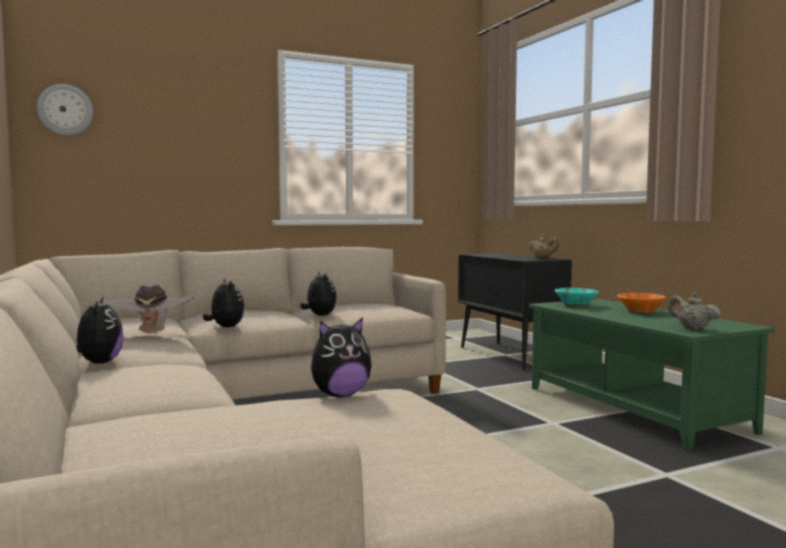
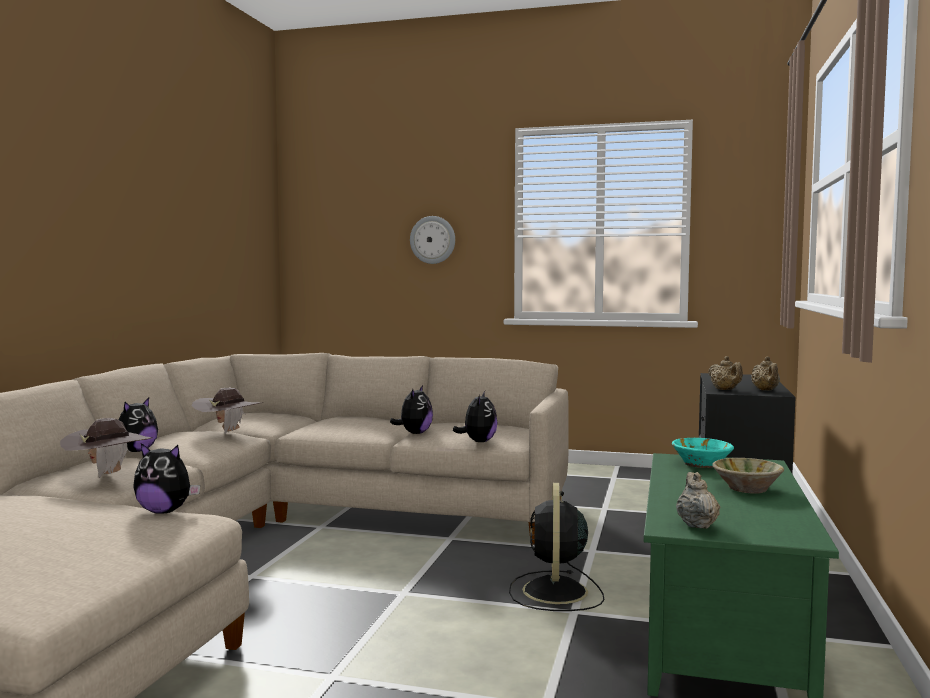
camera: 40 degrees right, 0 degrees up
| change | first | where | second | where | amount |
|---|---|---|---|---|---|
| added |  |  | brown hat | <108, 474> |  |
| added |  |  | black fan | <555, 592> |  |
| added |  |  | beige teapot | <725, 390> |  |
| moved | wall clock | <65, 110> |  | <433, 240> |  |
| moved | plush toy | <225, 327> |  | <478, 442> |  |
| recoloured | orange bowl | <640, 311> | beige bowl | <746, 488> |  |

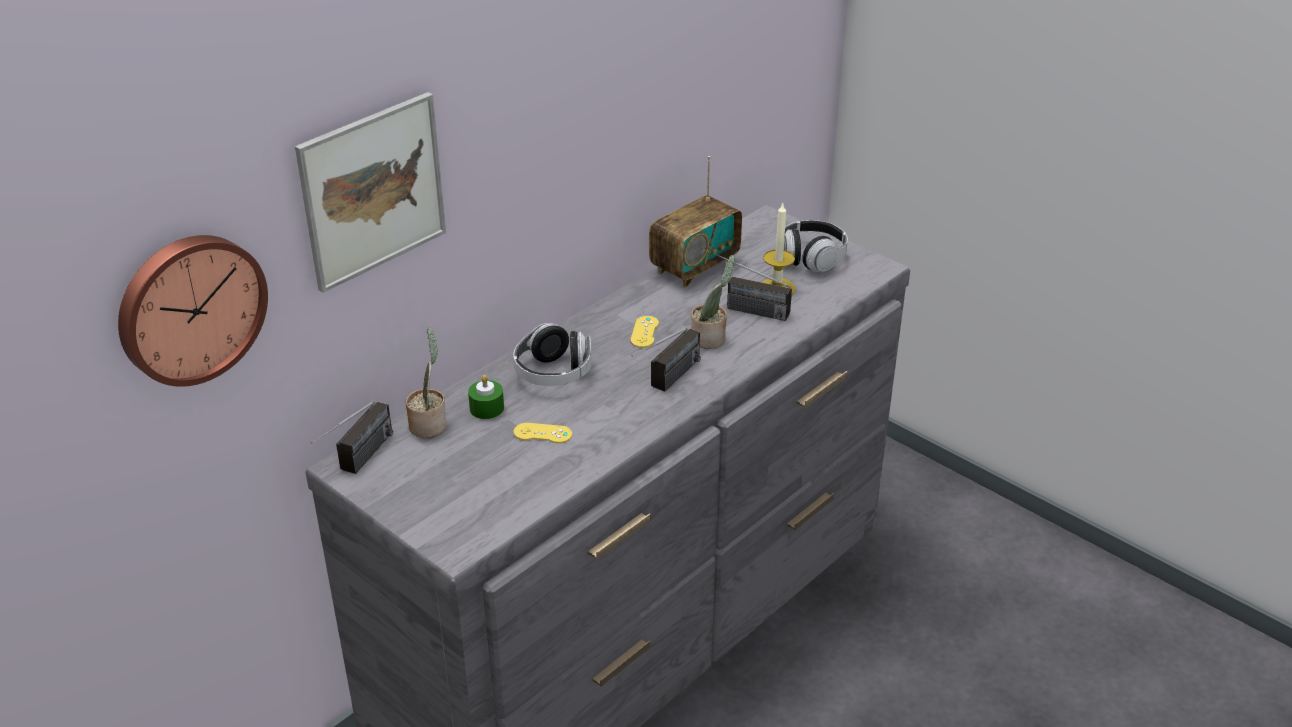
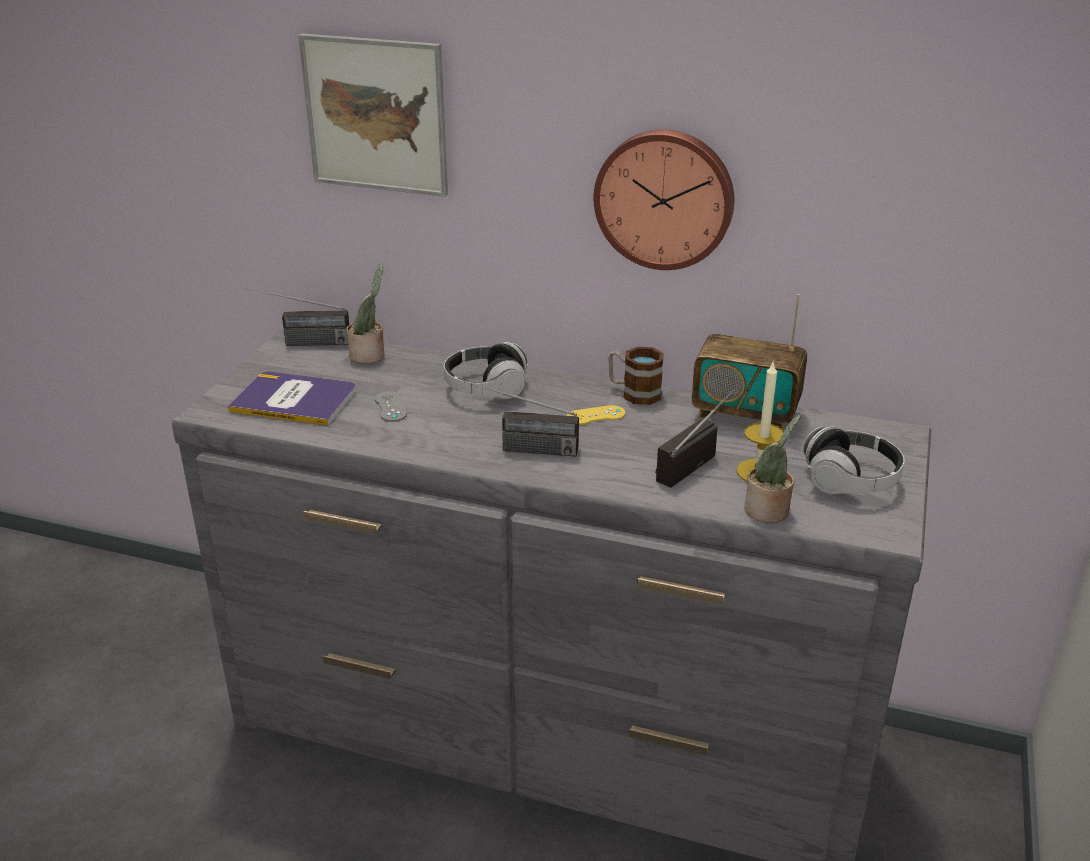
camera: 65 degrees right, 5 degrees down
| change | first | where | second | where | amount |
|---|---|---|---|---|---|
| removed | green candle | <487, 408> |  |  |  |
| added |  |  | book | <295, 400> |  |
| added |  |  | mug | <634, 393> |  |
| moved | wall clock | <190, 307> |  | <665, 198> |  |
| moved | potted plant | <711, 339> |  | <768, 512> |  |
| recoloured | yellow game controller | <542, 433> | grey game controller | <390, 407> |  |
| turned | radio | <741, 308> |  | <695, 459> | 45 degrees clockwise |

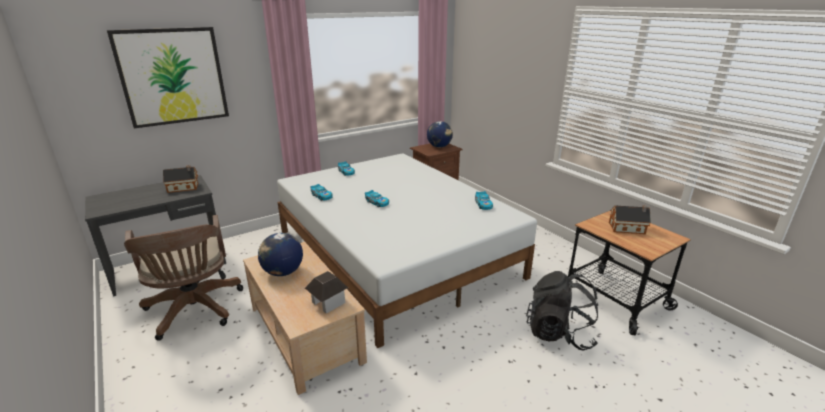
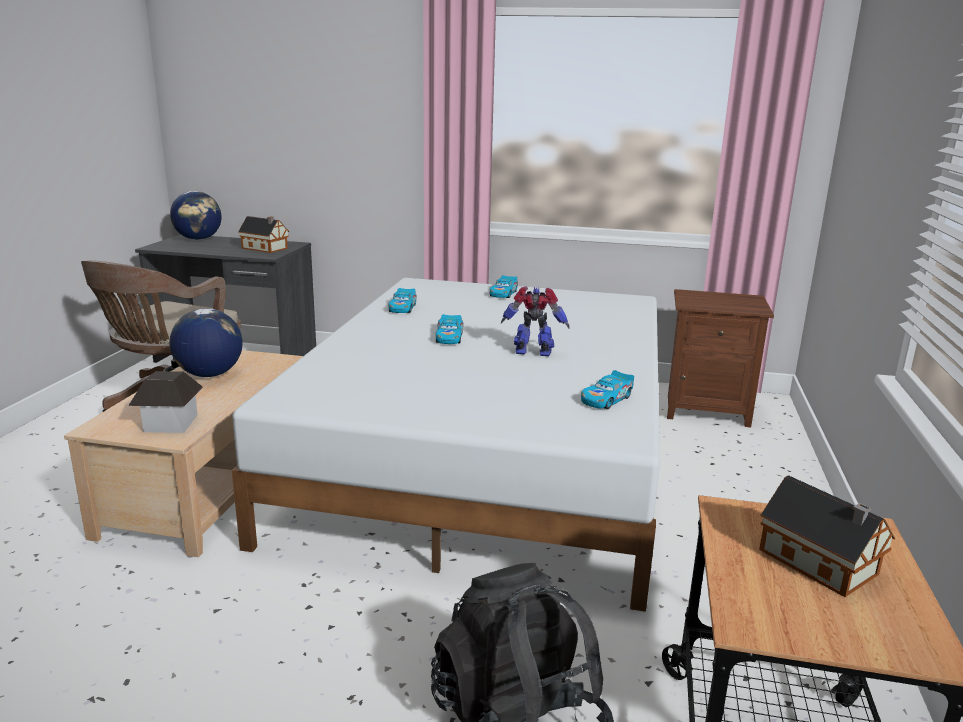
camera: 45 degrees right, 5 degrees down
| change | first | where | second | where | amount |
|---|---|---|---|---|---|
| removed | picture | <173, 76> |  |  |  |
| added |  |  | toy robot | <533, 353> |  |
| moved | globe | <439, 146> |  | <198, 239> |  |

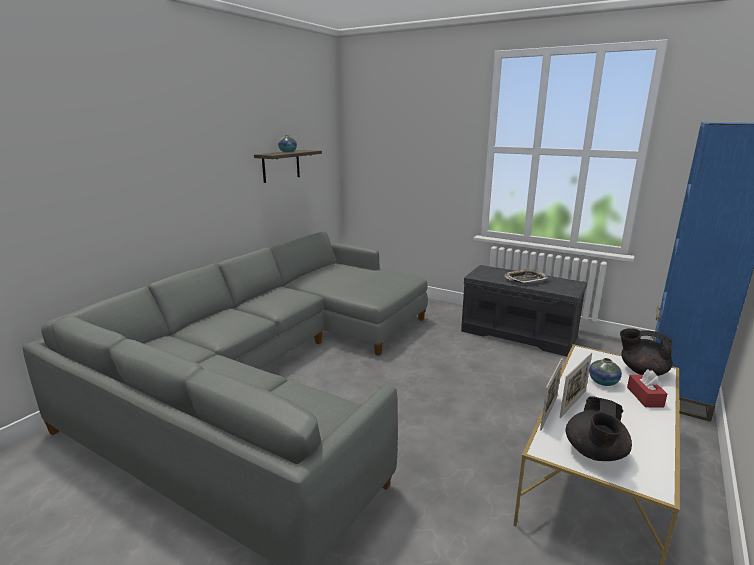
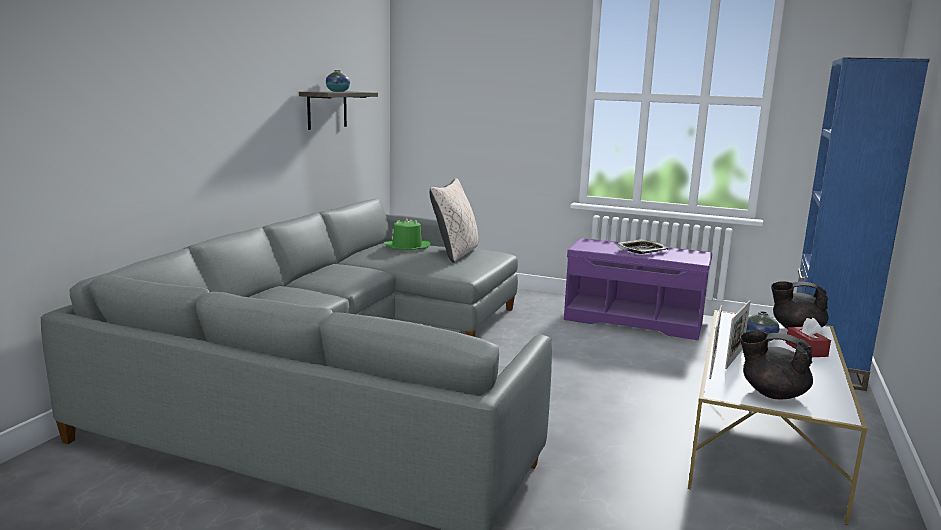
camera: 10 degrees left, 5 degrees down
| change | first | where | second | where | amount |
|---|---|---|---|---|---|
| added |  |  | green hat | <407, 246> |  |
| added |  |  | beige pillow | <455, 253> |  |
| recoloured | grey bench | <519, 334> | purple bench | <634, 320> |  |
| turned | black teapot | <595, 453> |  | <772, 393> | 105 degrees clockwise |

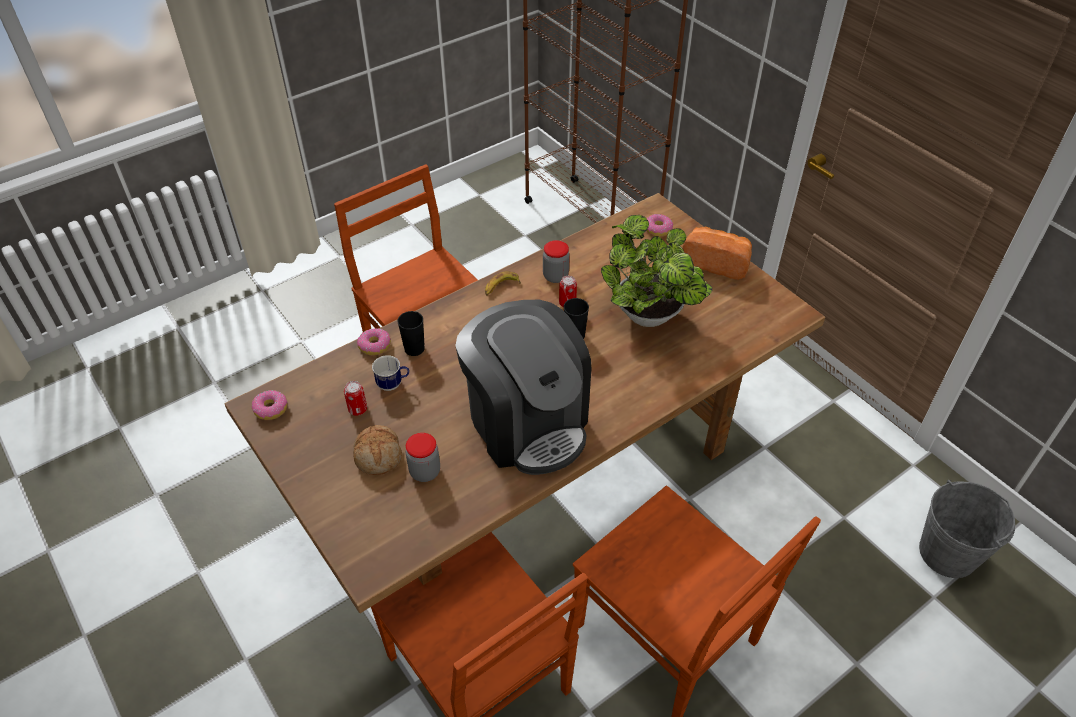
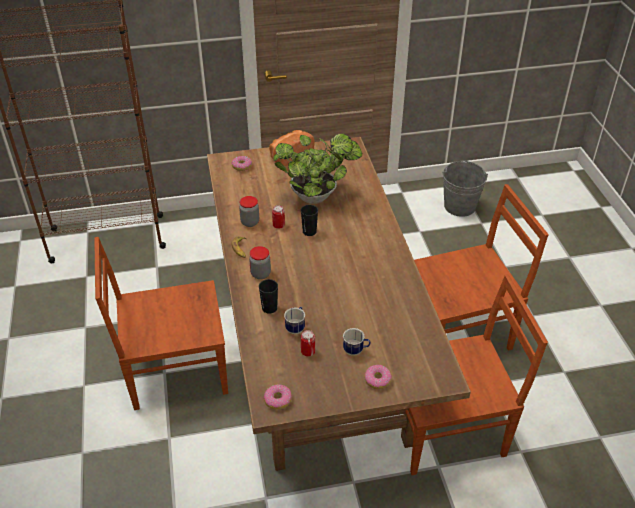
camera: 65 degrees left, 5 degrees down
| change | first | where | second | where | amount |
|---|---|---|---|---|---|
| removed | coffee machine | <527, 422> |  |  |  |
| moved | donut | <375, 346> |  | <377, 380> |  |
| moved | jar | <425, 471> |  | <260, 274> |  |
| replaced | bread | <379, 455> | mug | <356, 351> |  |

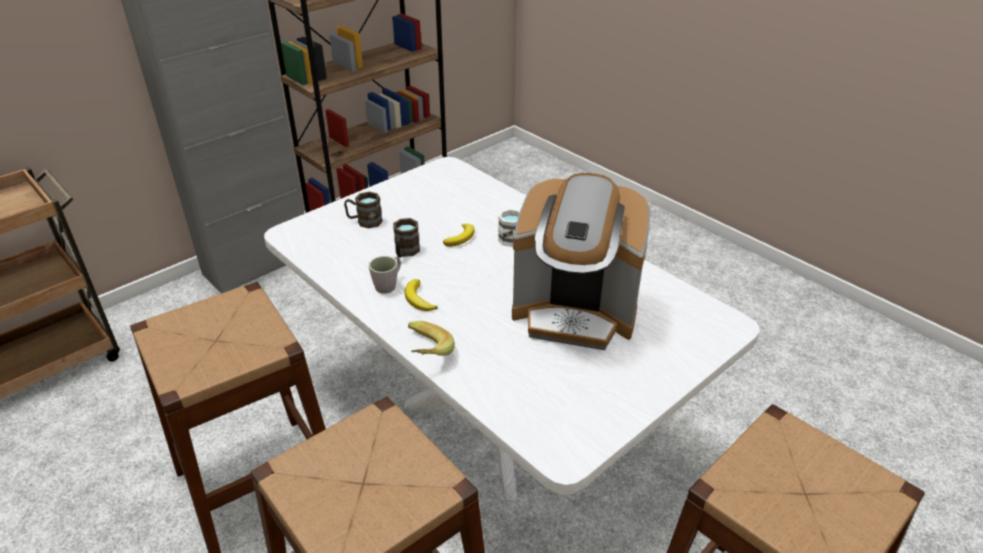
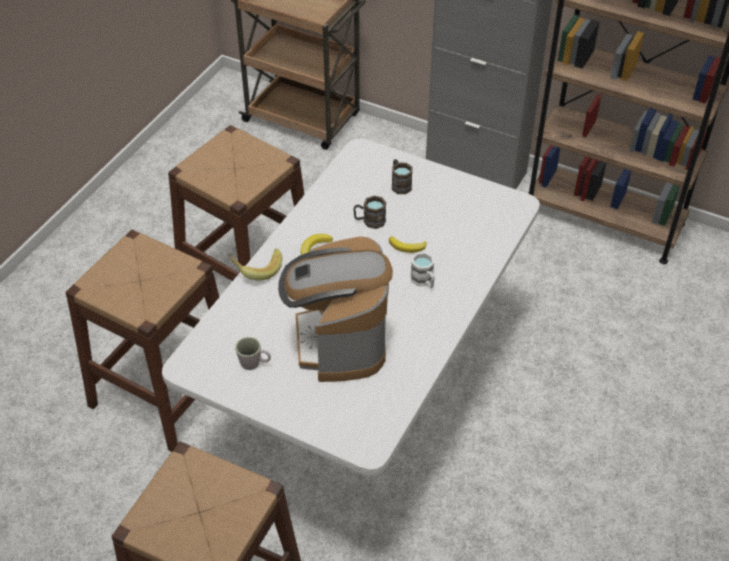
camera: 70 degrees right, 10 degrees up
| change | first | where | second | where | amount |
|---|---|---|---|---|---|
| moved | grey mug | <388, 284> |  | <254, 363> |  |

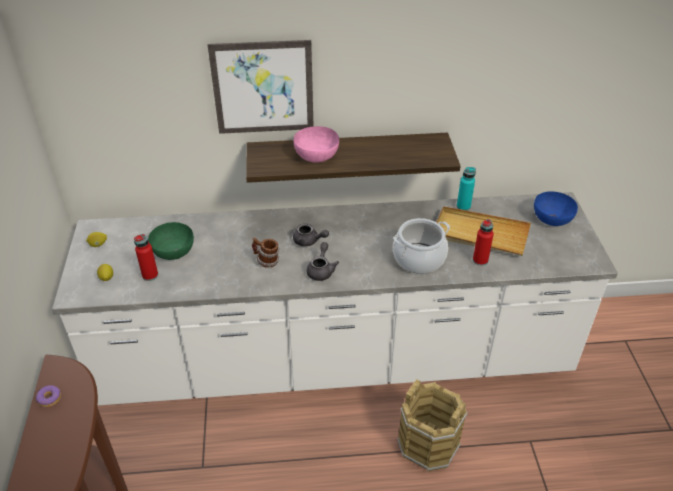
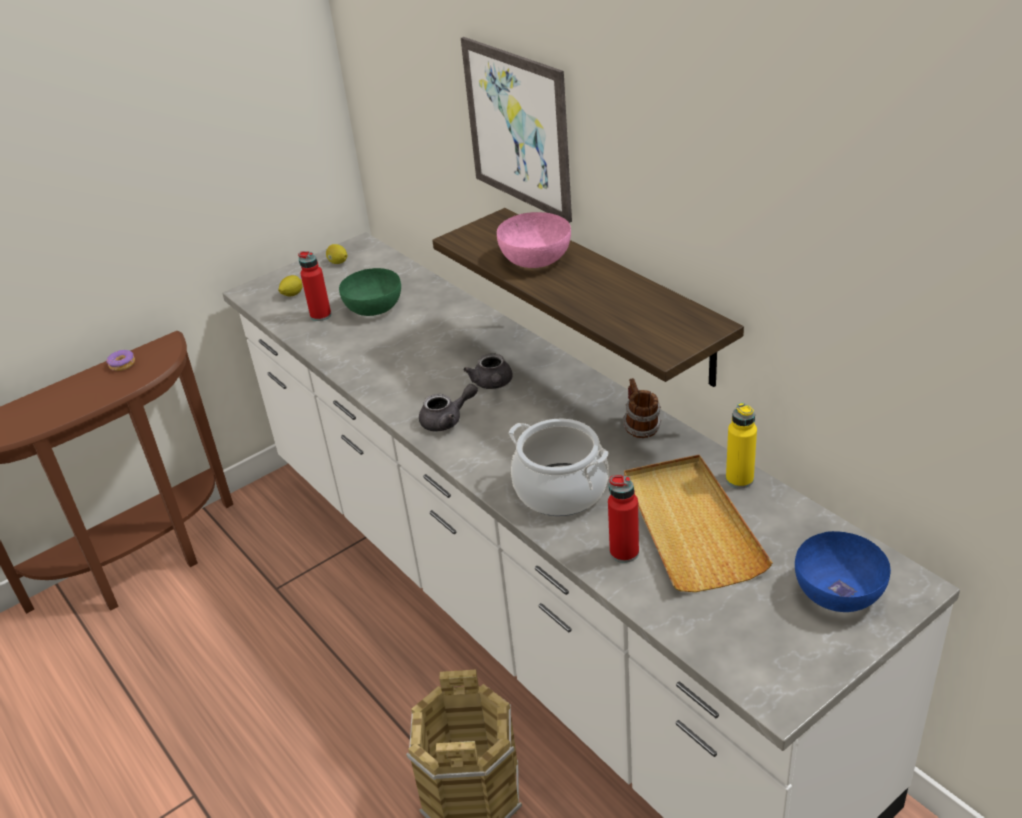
camera: 60 degrees right, 5 degrees down
| change | first | where | second | where | amount |
|---|---|---|---|---|---|
| moved | mug | <266, 261> |  | <640, 427> |  |
| recoloured | turquoise bottle | <463, 206> | yellow bottle | <739, 479> |  |

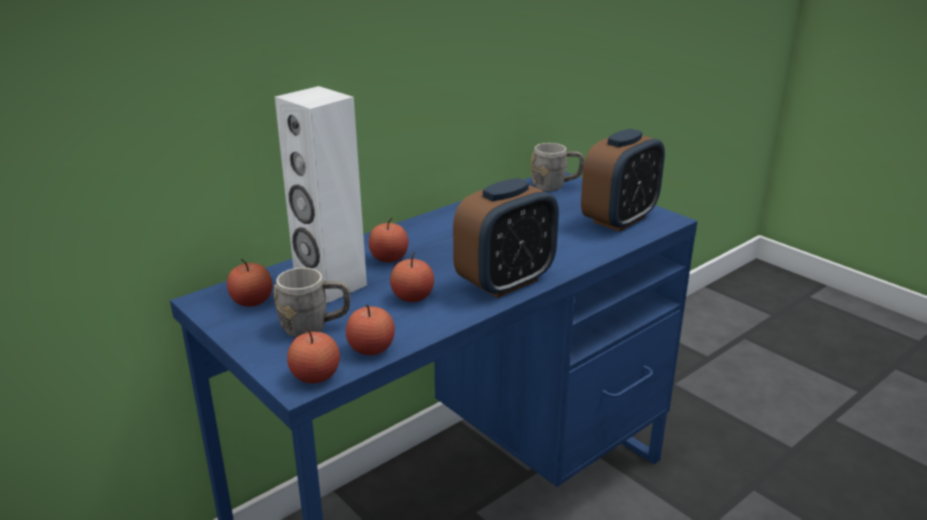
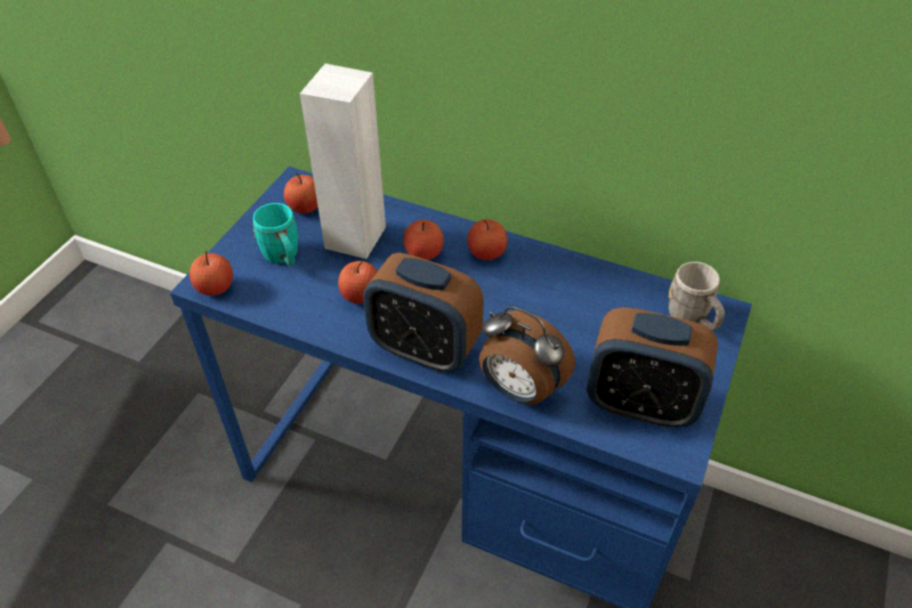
camera: 65 degrees right, 20 degrees up
| change | first | where | second | where | amount |
|---|---|---|---|---|---|
| added |  |  | alarm clock | <519, 390> |  |
| moved | apple | <371, 349> |  | <486, 253> |  |
| recoloured | grey mug | <315, 327> | turquoise mug | <283, 257> |  |

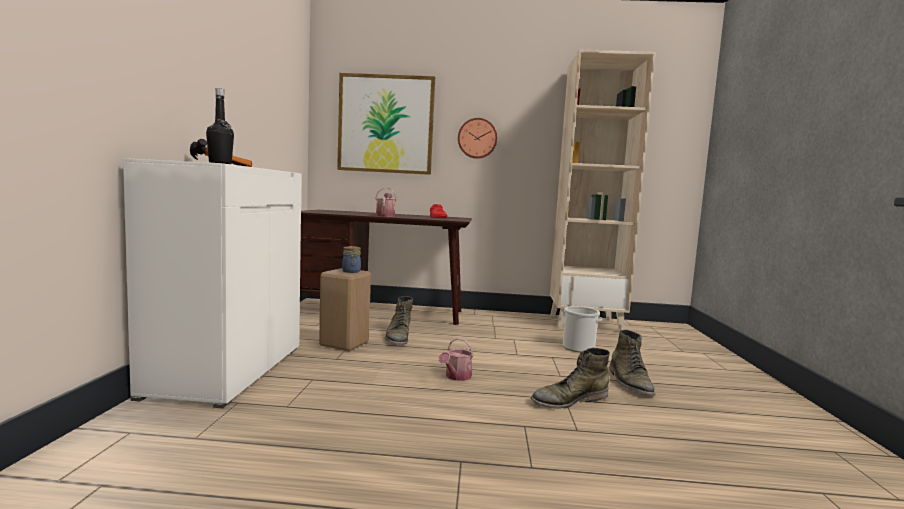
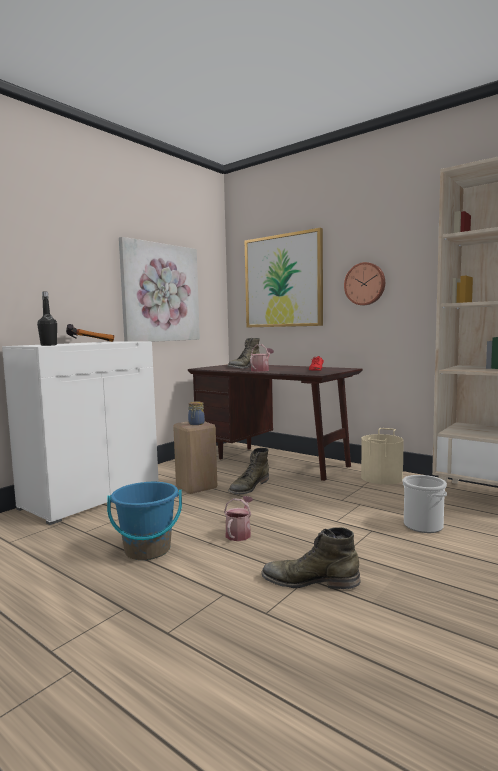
camera: 35 degrees right, 0 degrees up
| change | first | where | second | where | amount |
|---|---|---|---|---|---|
| added |  |  | blue bucket | <147, 550> |  |
| added |  |  | picture | <161, 293> |  |
| added |  |  | beige bucket | <382, 478> |  |
| moved | green boot | <630, 383> |  | <243, 367> |  |
| turned | watering can | <456, 377> |  | <239, 533> | 135 degrees clockwise |

